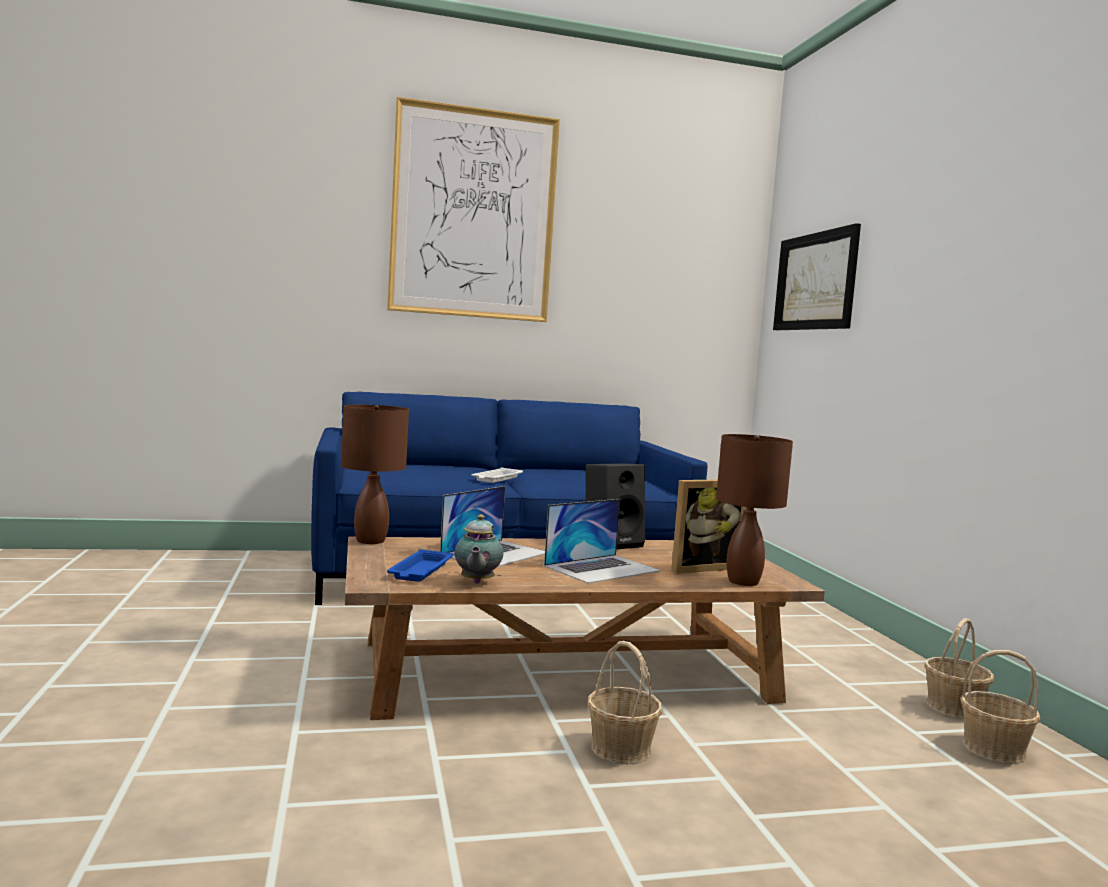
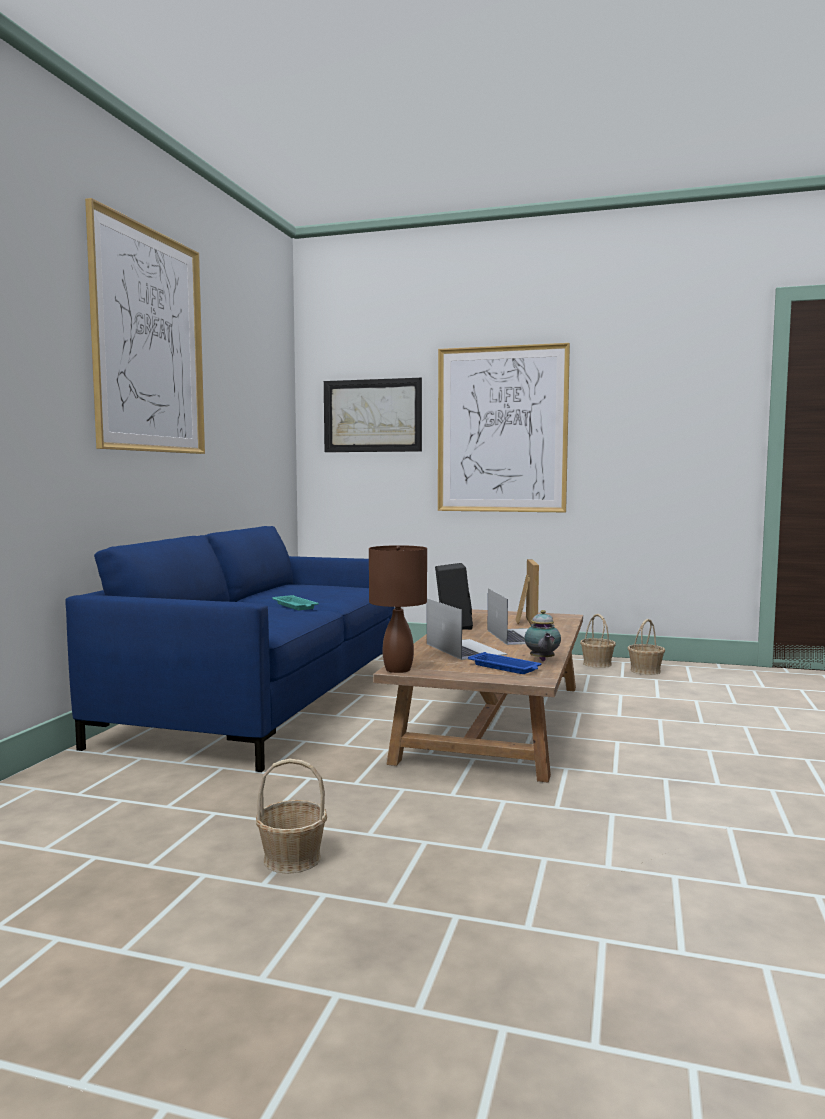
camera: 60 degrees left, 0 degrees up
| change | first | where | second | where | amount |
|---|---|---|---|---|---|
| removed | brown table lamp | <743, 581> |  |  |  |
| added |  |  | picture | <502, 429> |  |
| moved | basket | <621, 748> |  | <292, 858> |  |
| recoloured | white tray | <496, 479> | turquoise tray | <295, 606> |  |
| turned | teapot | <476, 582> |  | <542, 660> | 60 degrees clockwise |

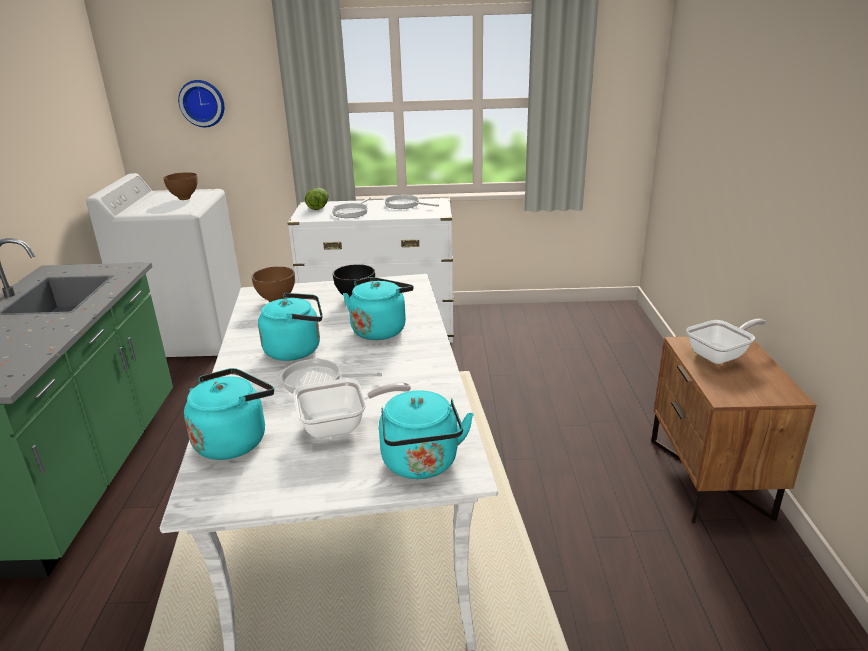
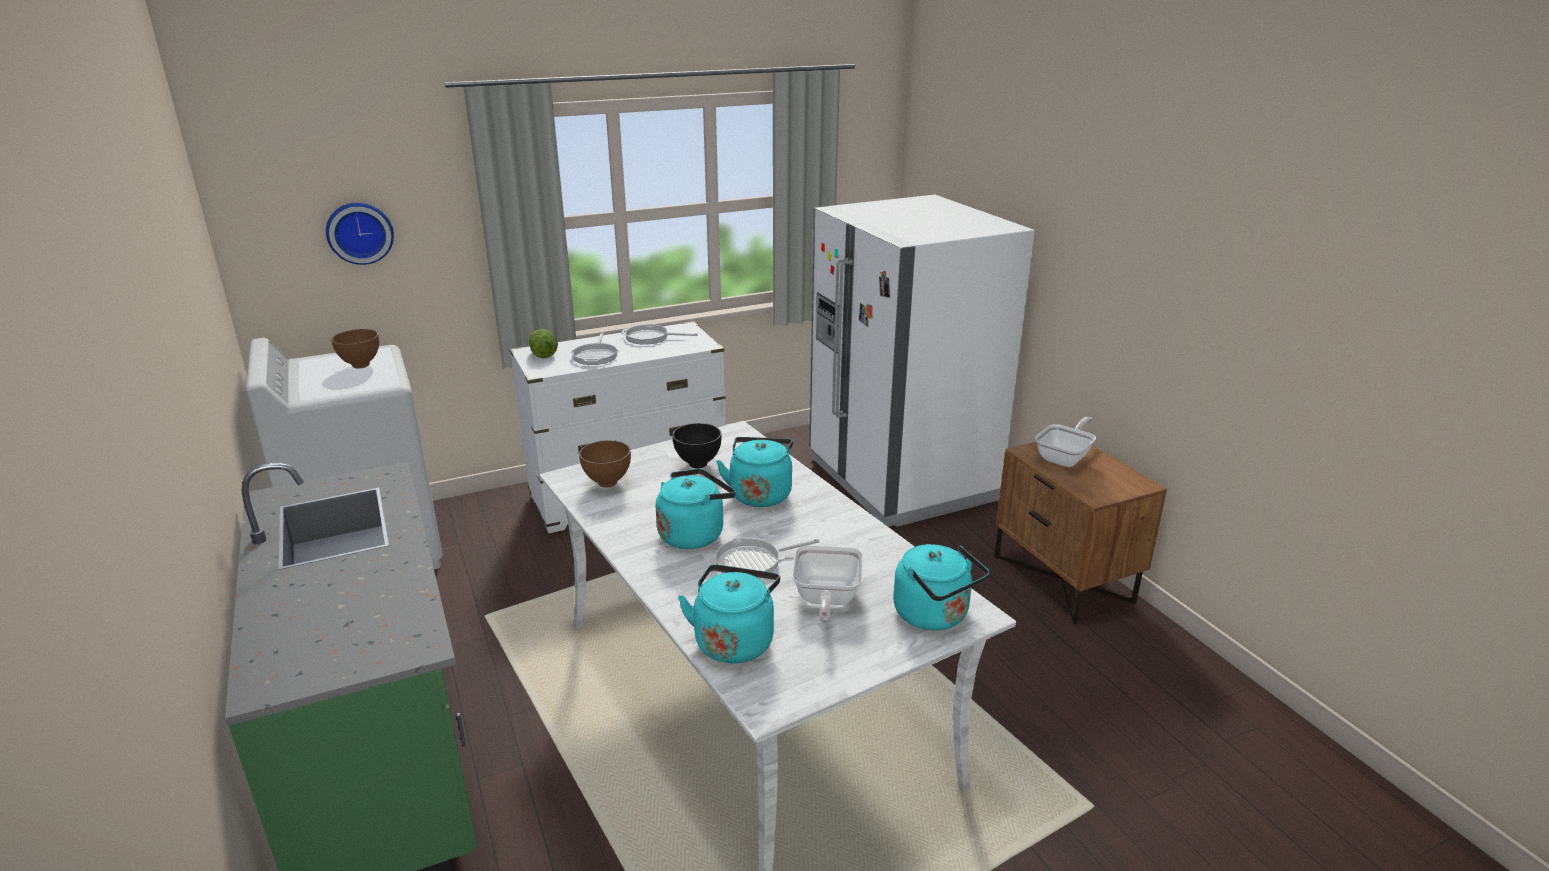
camera: 25 degrees left, 0 degrees up
| change | first | where | second | where | amount |
|---|---|---|---|---|---|
| added |  |  | white fridge | <901, 480> |  |
| turned | frying pan | <341, 425> |  | <826, 600> | 135 degrees clockwise |

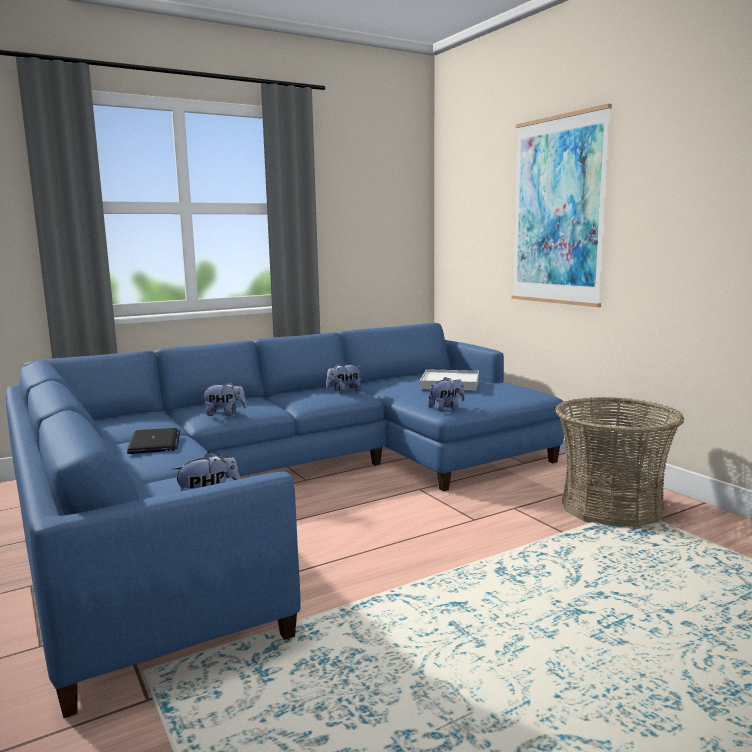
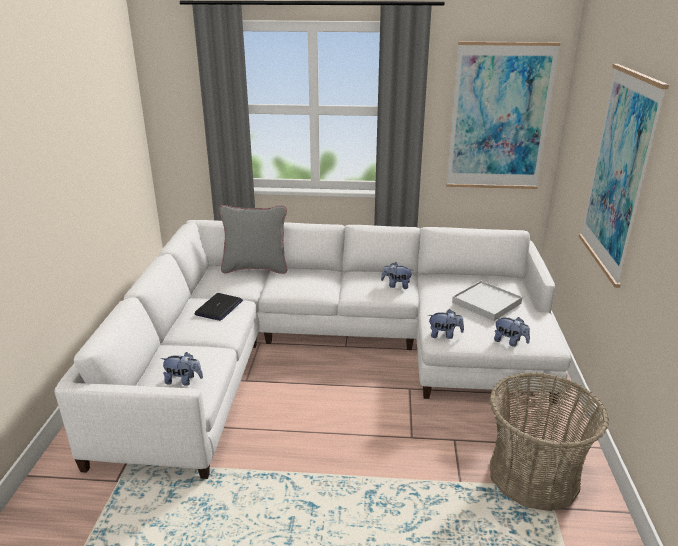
camera: 35 degrees right, 15 degrees up
| change | first | where | second | where | amount |
|---|---|---|---|---|---|
| added |  |  | grey pillow | <255, 268> |  |
| added |  |  | picture | <499, 118> |  |
| moved | plush toy | <225, 414> |  | <510, 342> |  |
| recoloured | blue sofa | <284, 487> | white sofa | <325, 349> |  |

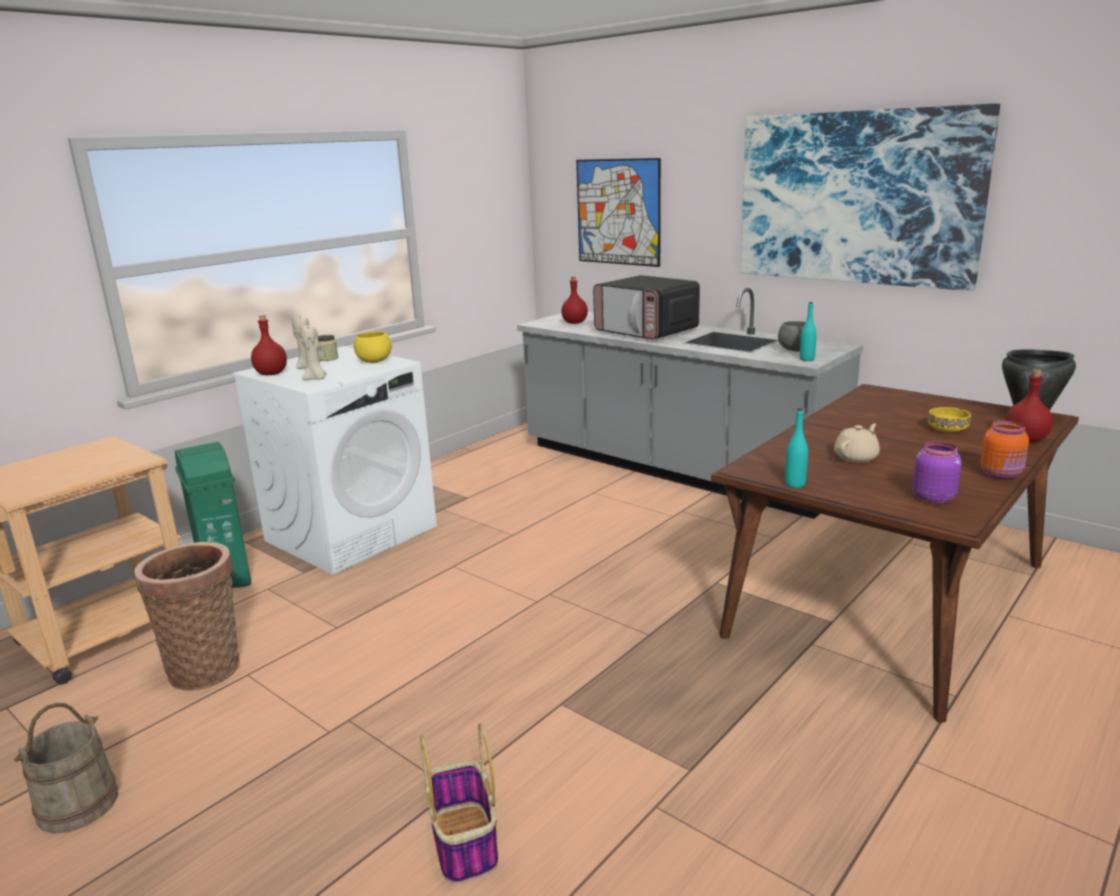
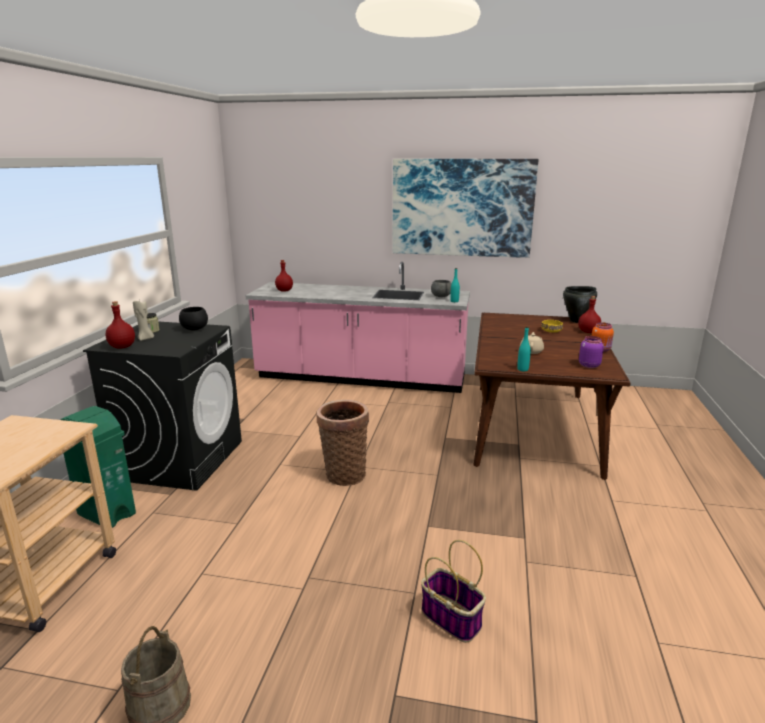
camera: 30 degrees left, 0 degrees up
| change | first | where | second | where | amount |
|---|---|---|---|---|---|
| removed | beige candle | <316, 379> |  |  |  |
| removed | picture | <618, 212> |  |  |  |
| removed | microwave | <646, 331> |  |  |  |
| moved | basket | <205, 666> |  | <344, 473> |  |
| recoloured | white washing machine | <352, 533> | black washing machine | <180, 459> |  |
| recoloured | yellow bowl | <375, 362> | black bowl | <195, 329> |  |
| recoloured | grey counter | <673, 469> | pink counter | <360, 378> |  |

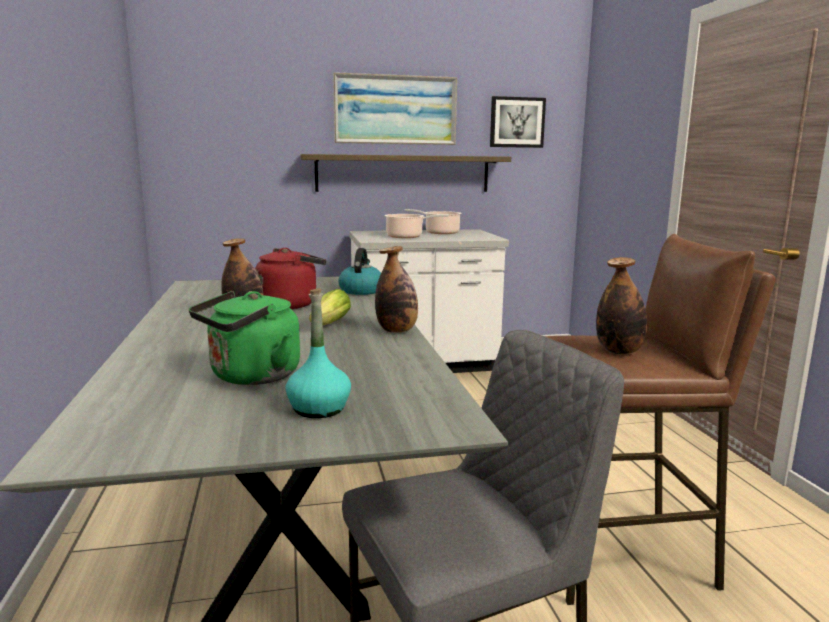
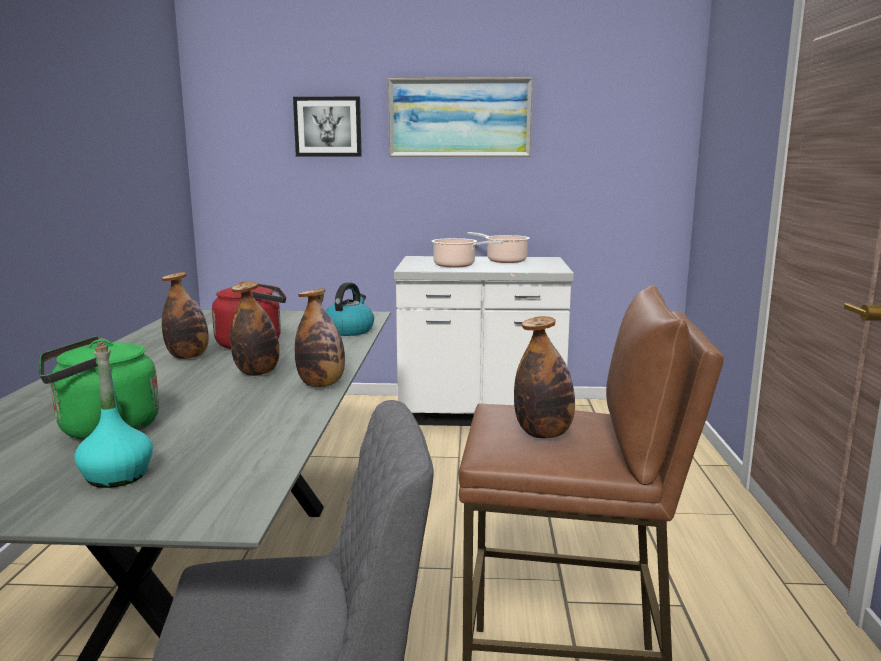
camera: 15 degrees right, 0 degrees up
| change | first | where | second | where | amount |
|---|---|---|---|---|---|
| removed | shelf | <403, 173> |  |  |  |
| moved | picture | <517, 122> |  | <328, 127> |  |
| replaced | lettuce | <327, 325> | bottle | <257, 373> |  |

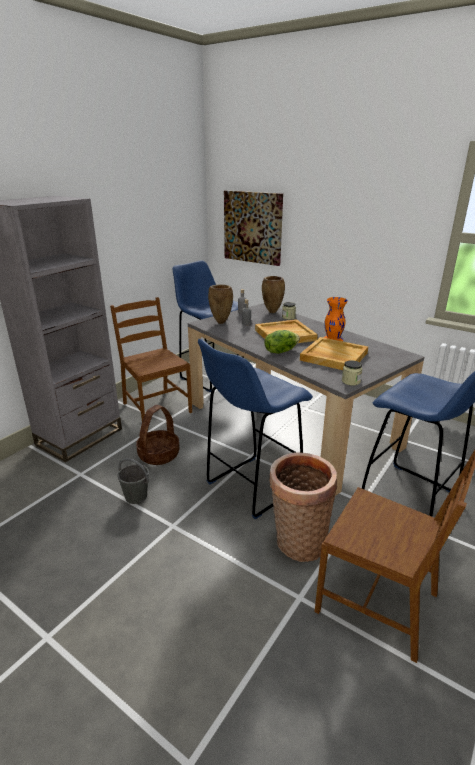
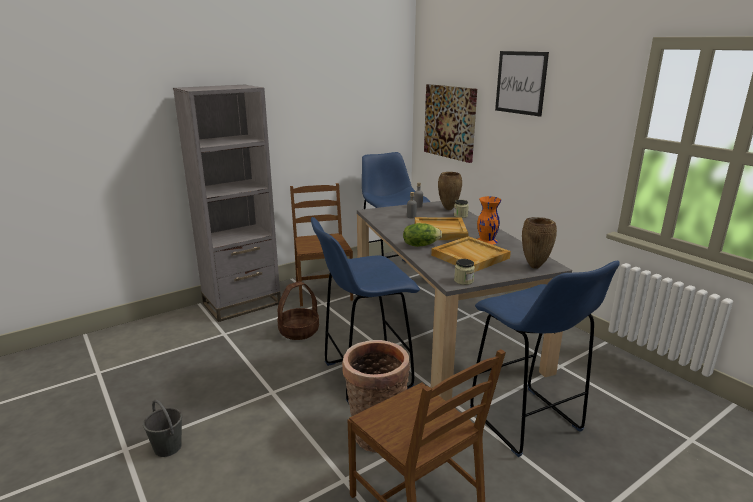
camera: 20 degrees right, 5 degrees down
| change | first | where | second | where | amount |
|---|---|---|---|---|---|
| added |  |  | picture | <521, 83> |  |
| moved | grey bucket | <135, 496> |  | <167, 447> |  |
| moved | brown vase | <221, 322> |  | <535, 267> |  |

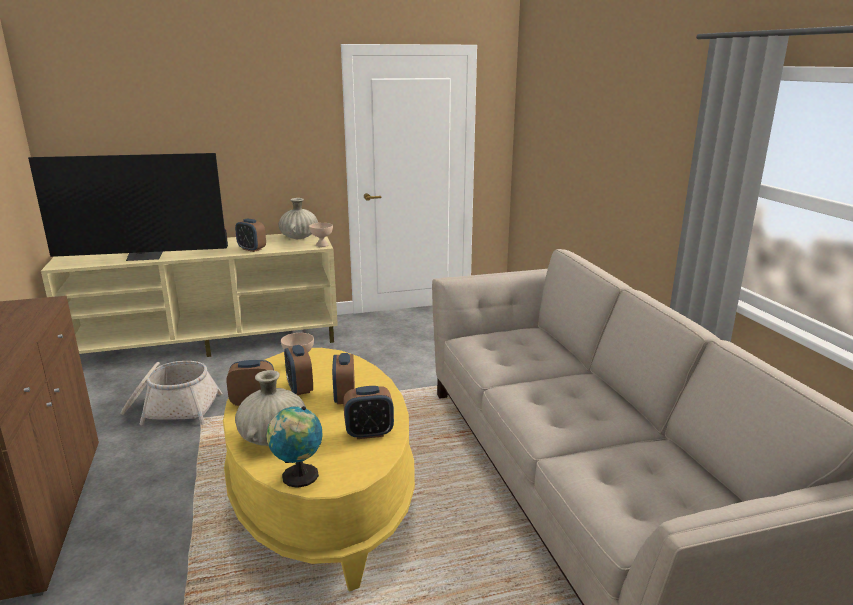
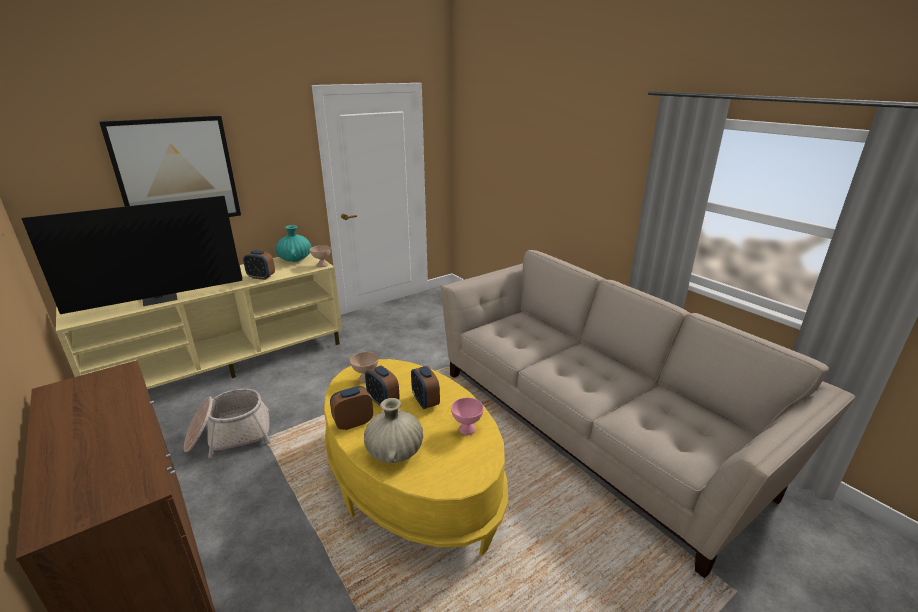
camera: 20 degrees left, 5 degrees up
| change | first | where | second | where | amount |
|---|---|---|---|---|---|
| removed | globe | <297, 477> |  |  |  |
| added |  |  | picture | <176, 172> |  |
| replaced | alarm clock | <369, 433> | pink bowl | <467, 429> |  |
| recoloured | beige vase | <299, 237> | turquoise vase | <295, 259> |  |

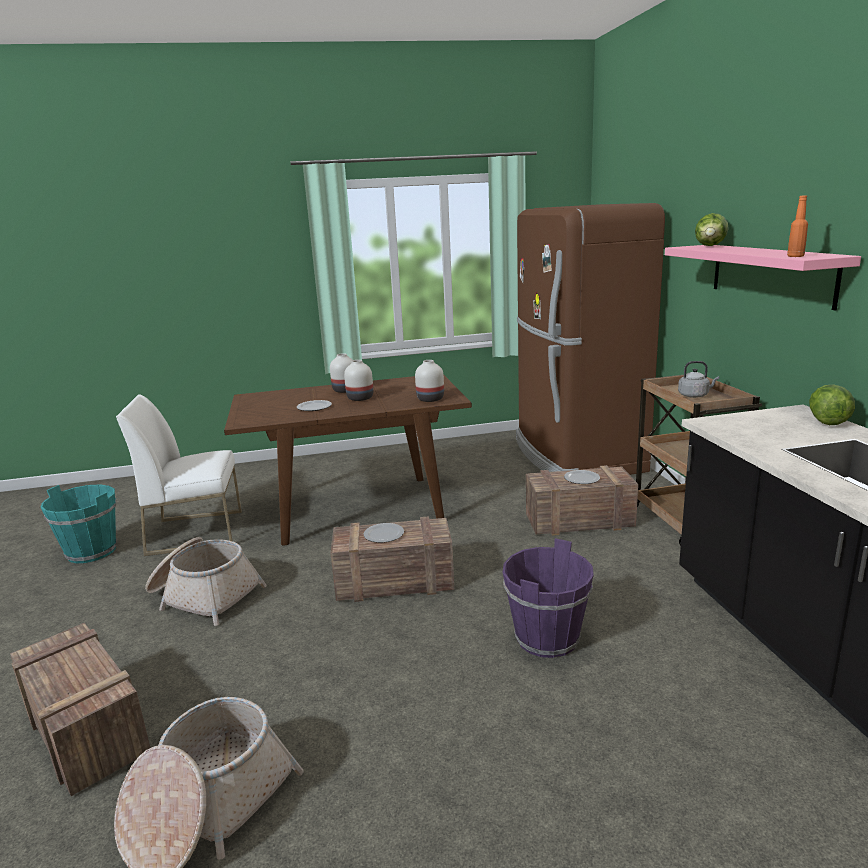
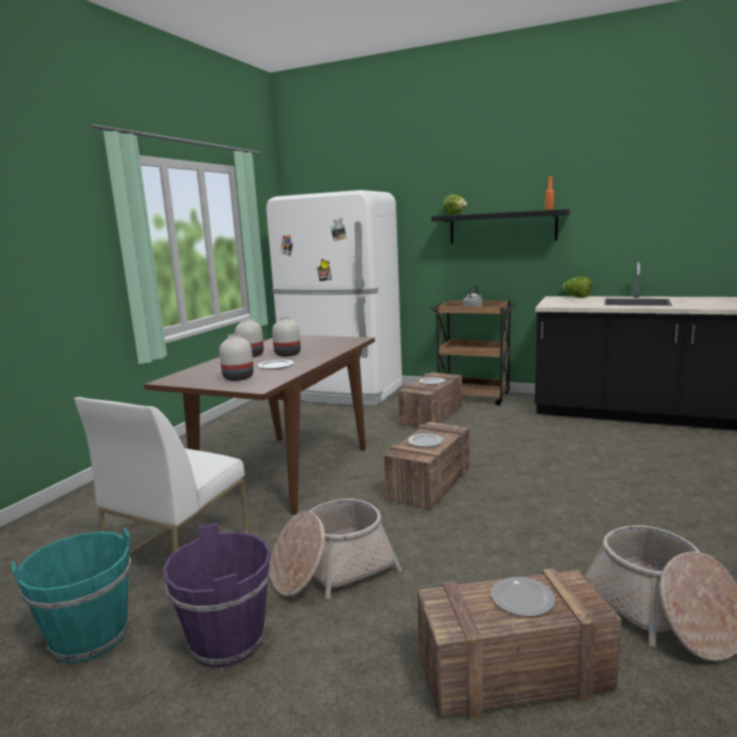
camera: 55 degrees left, 5 degrees down
| change | first | where | second | where | amount |
|---|---|---|---|---|---|
| added |  |  | plate | <523, 599> |  |
| moved | white vase | <429, 399> |  | <237, 378> |  |
| moved | purple bucket | <547, 638> |  | <228, 641> |  |
| recoloured | brown fridge | <575, 455> | white fridge | <341, 392> |  |
| recoloured | pink shelf | <771, 274> | black shelf | <502, 227> |  |

